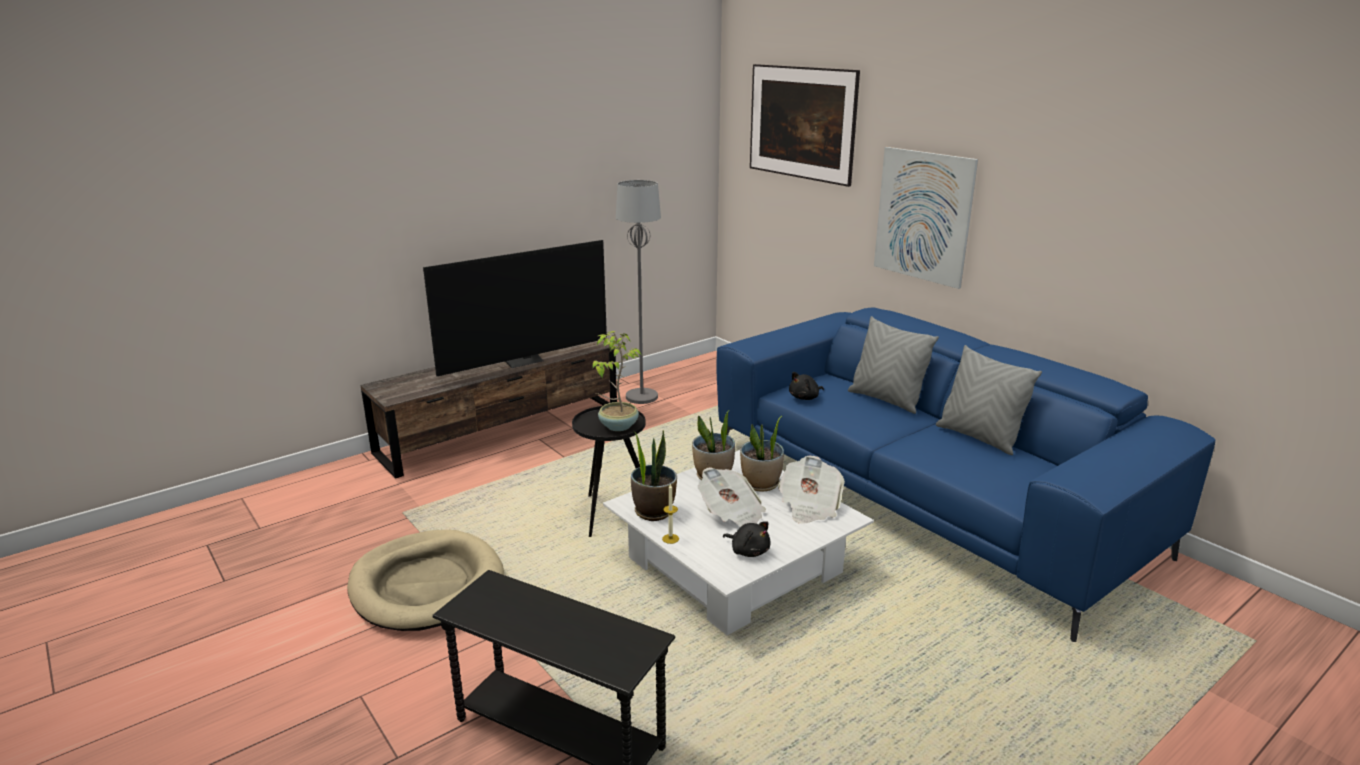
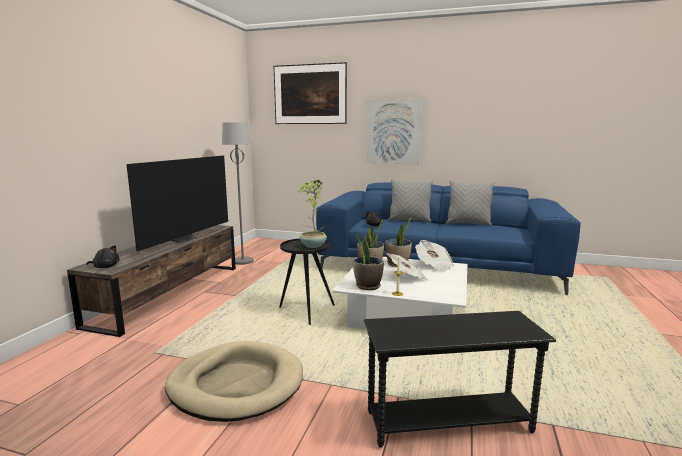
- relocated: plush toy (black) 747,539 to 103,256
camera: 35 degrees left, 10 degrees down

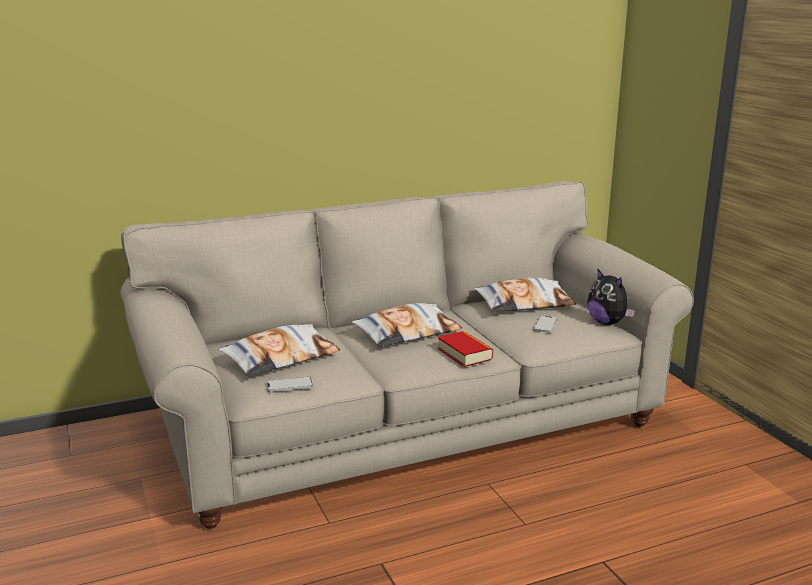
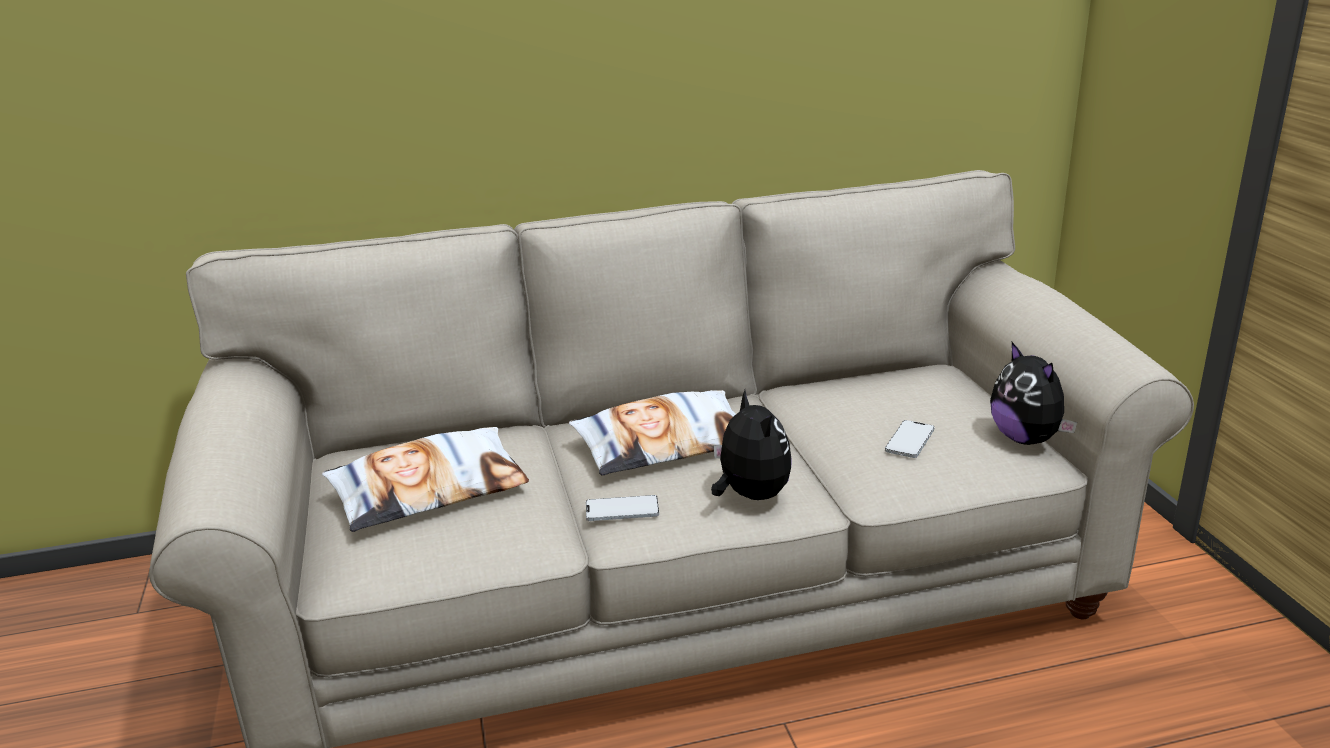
- relocated: telephone 290,384 to 622,508
- exchanged: bound book 465,349 to plush toy 751,445
- missing: throw pillow 525,294
camera: 10 degrees right, 5 degrees up

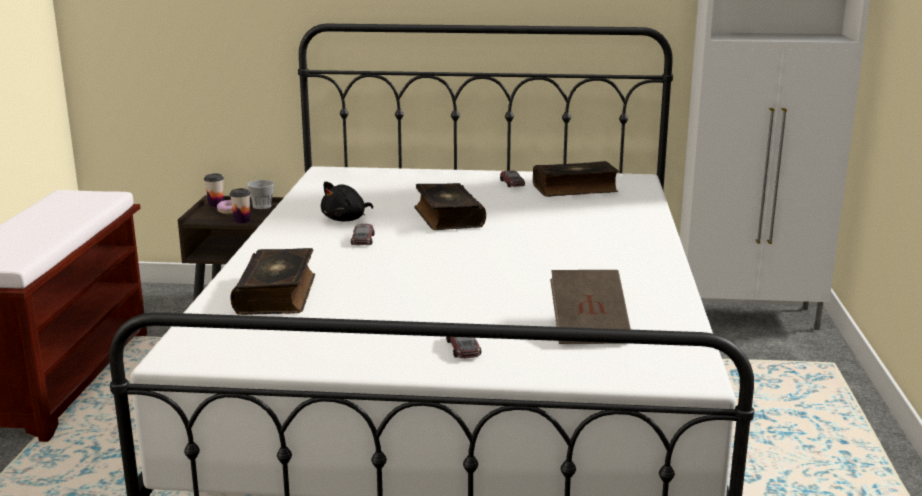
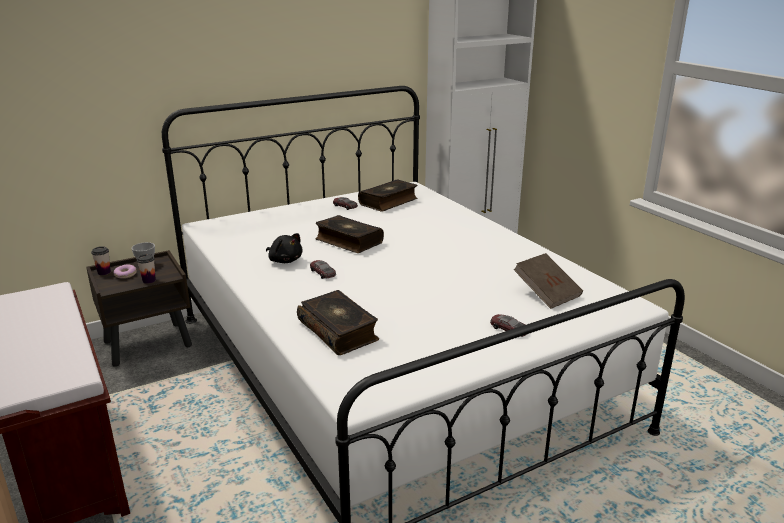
- spun: plush toy (black) 347,201 = 284,248 60 degrees counterclockwise
camera: 35 degrees left, 5 degrees up

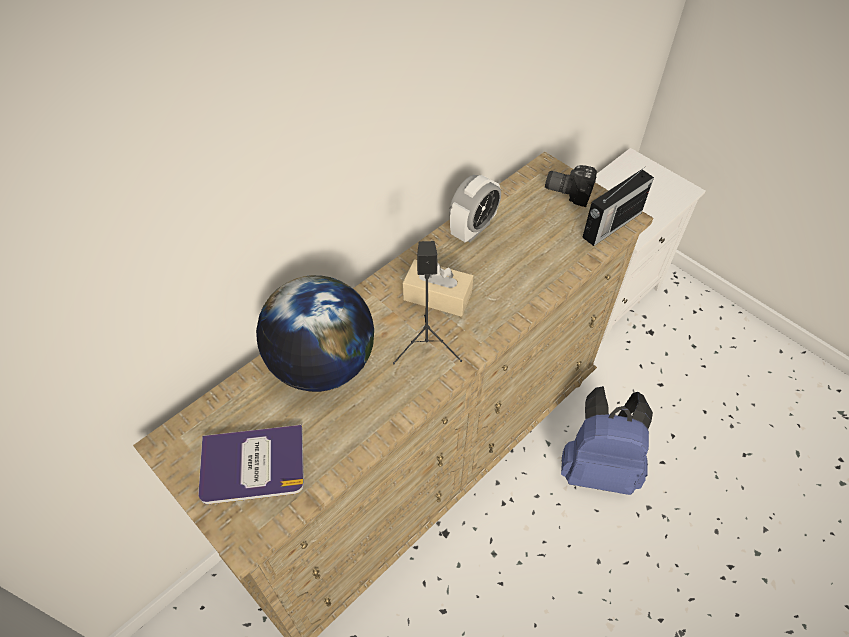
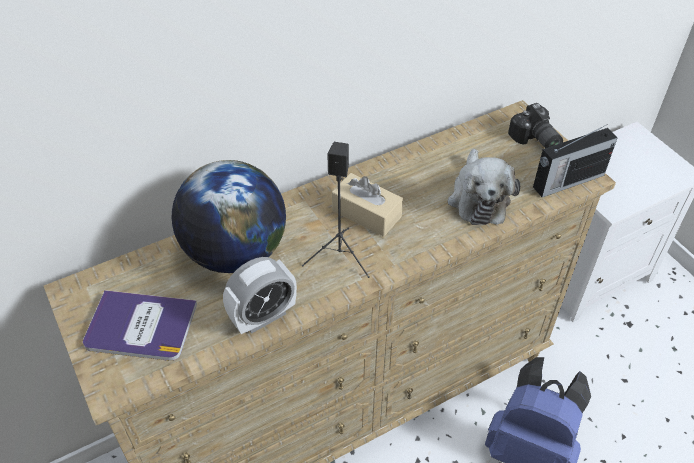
- relocated: bedside clock 475,209 to 260,295
- spun: still camera 571,186 = 535,125 150 degrees counterclockwise
- appeared: plush toy 484,187
camera: 15 degrees right, 5 degrees down

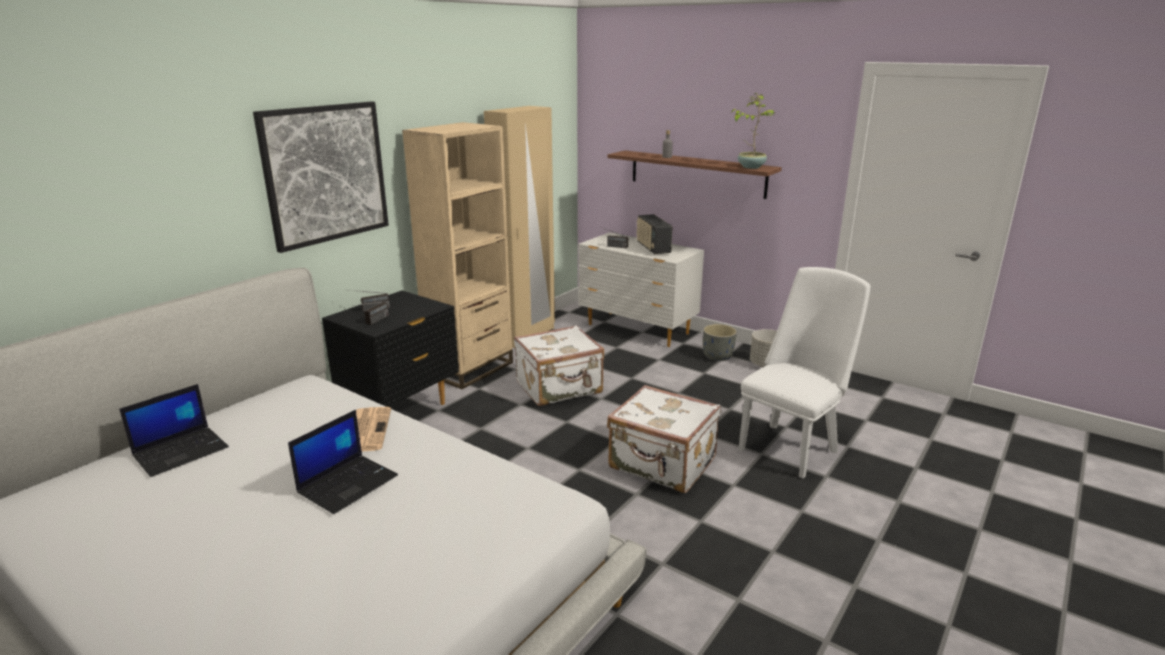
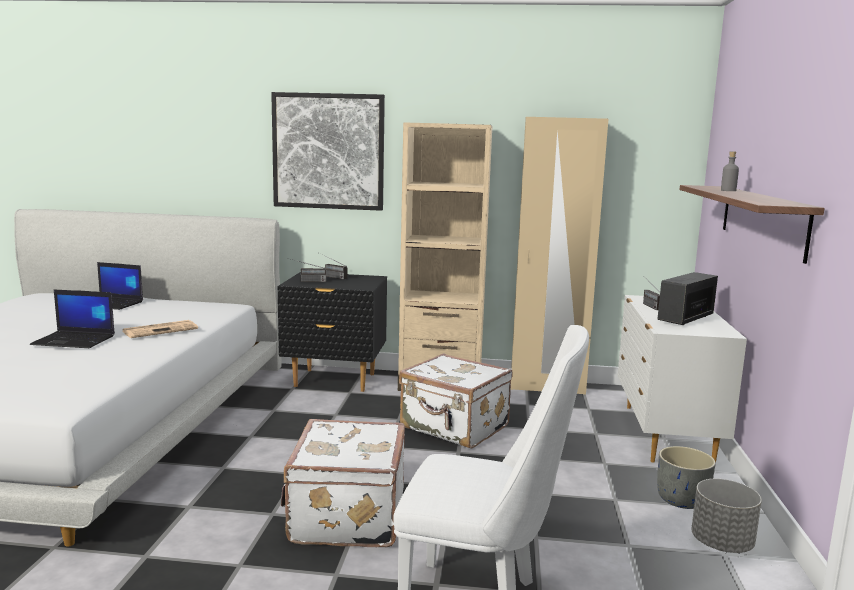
- missing: potted plant 753,131
camera: 60 degrees right, 10 degrees down

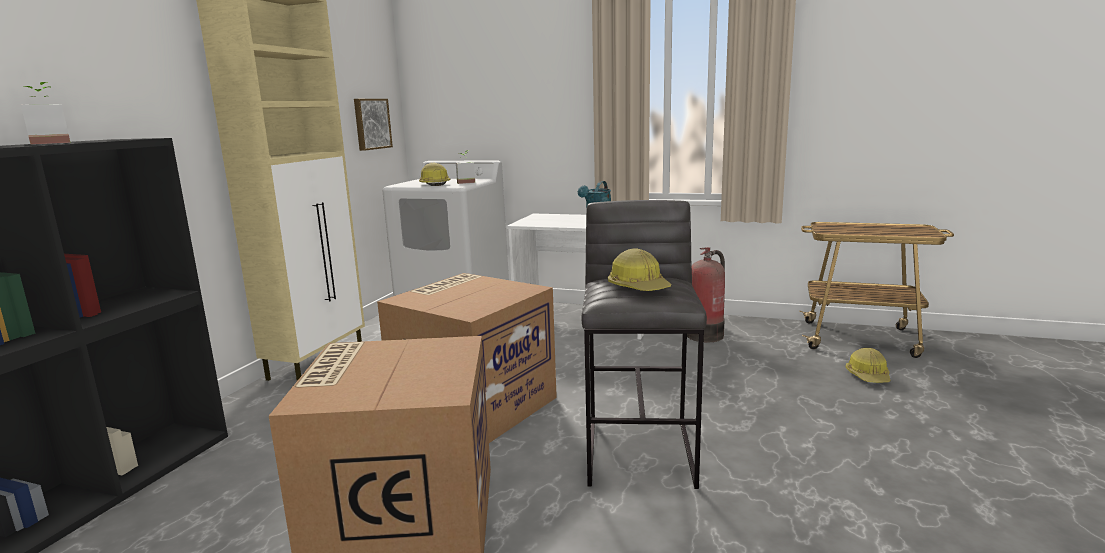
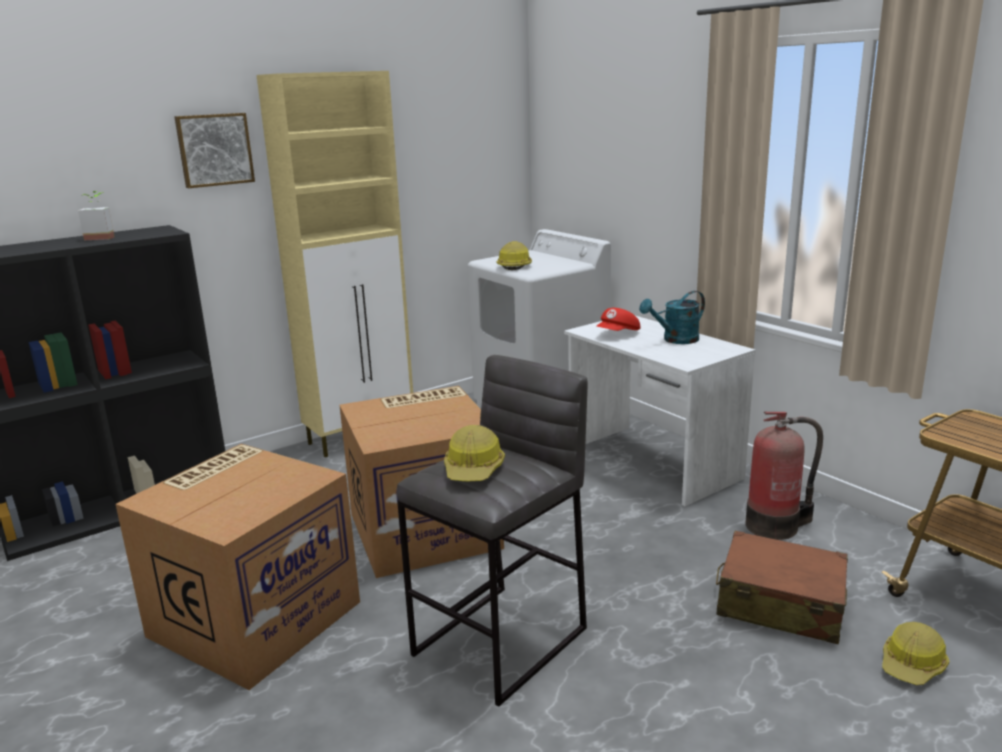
- relocated: picture 373,125 to 214,150
- missing: potted plant 465,167
- appeared: peaked cap (reddish) 618,319
- appeared: piece of luggage (brownish) 782,587
camera: 35 degrees right, 5 degrees up

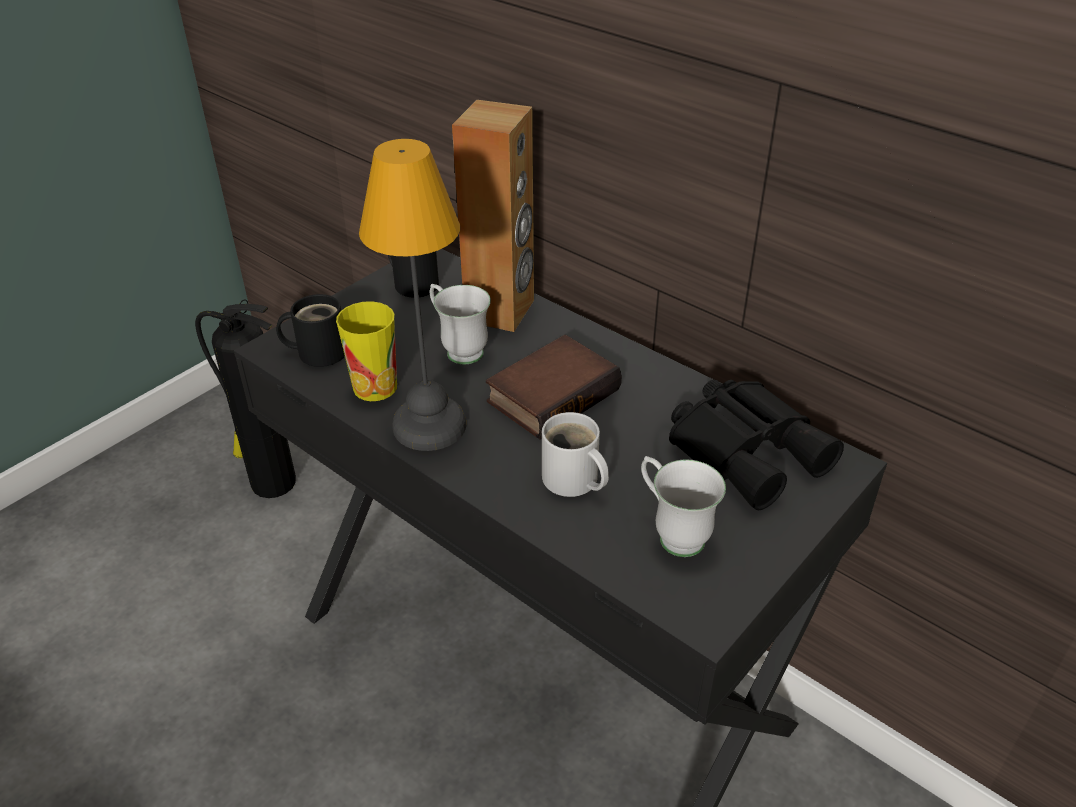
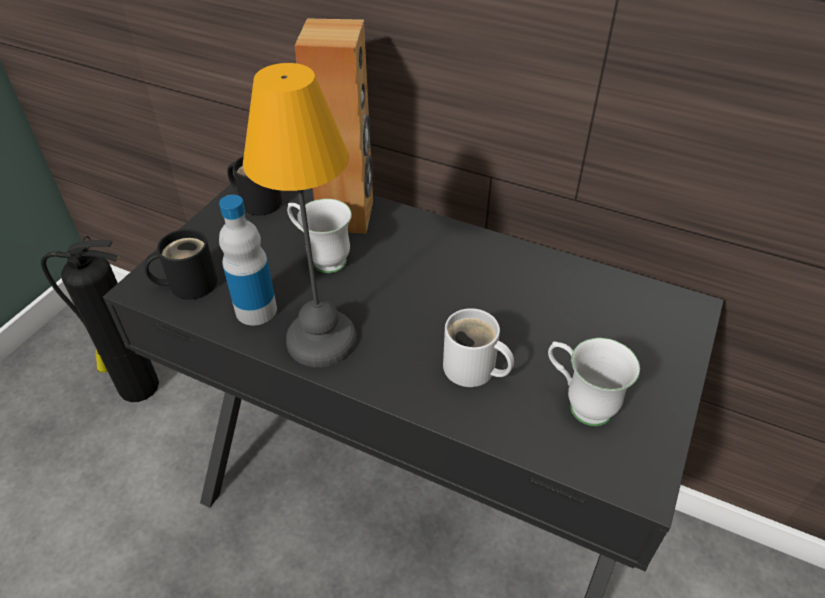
- exchanged: drinking cup 366,351 to bottle 248,260
- missing: bound book 554,387
- missing: binoculars (black) 756,445
camera: 15 degrees left, 5 degrees up

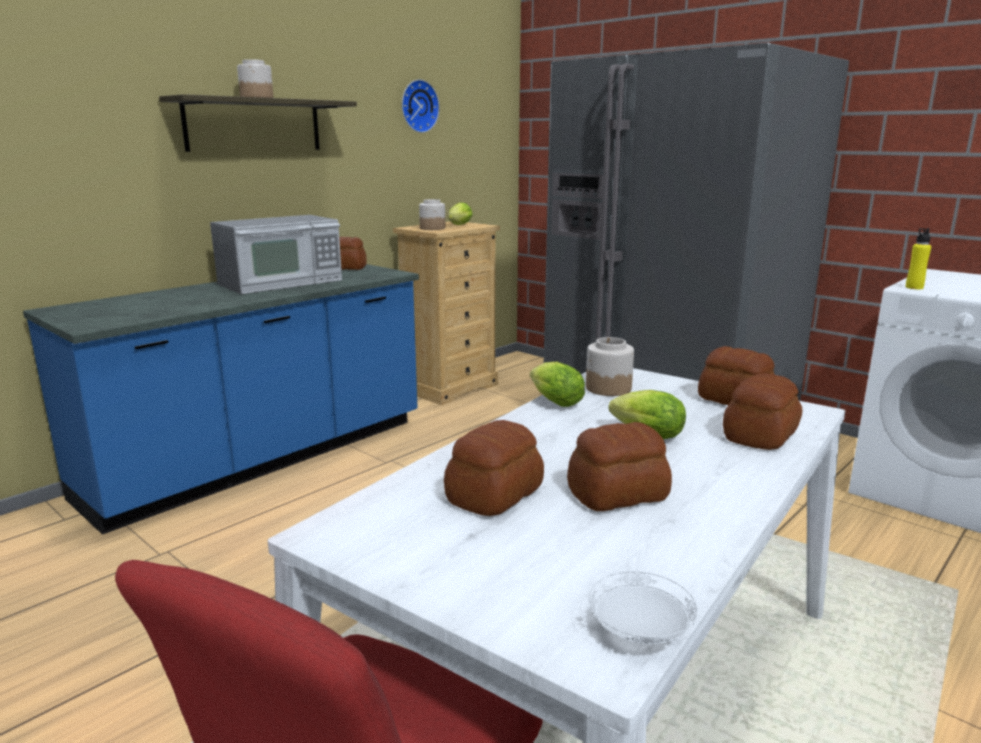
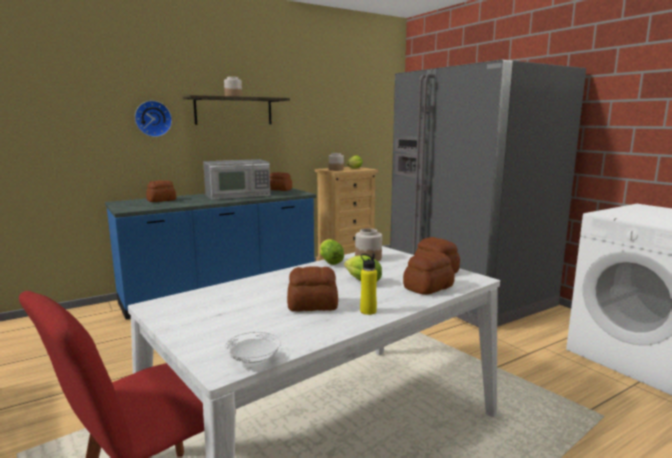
- relocated: hanging clock 421,106 to 153,119
- relocated: bakery bread 494,468 to 161,191
- relocated: bottle (yellow-coloured) 918,258 to 368,284
camera: 15 degrees right, 5 degrees down

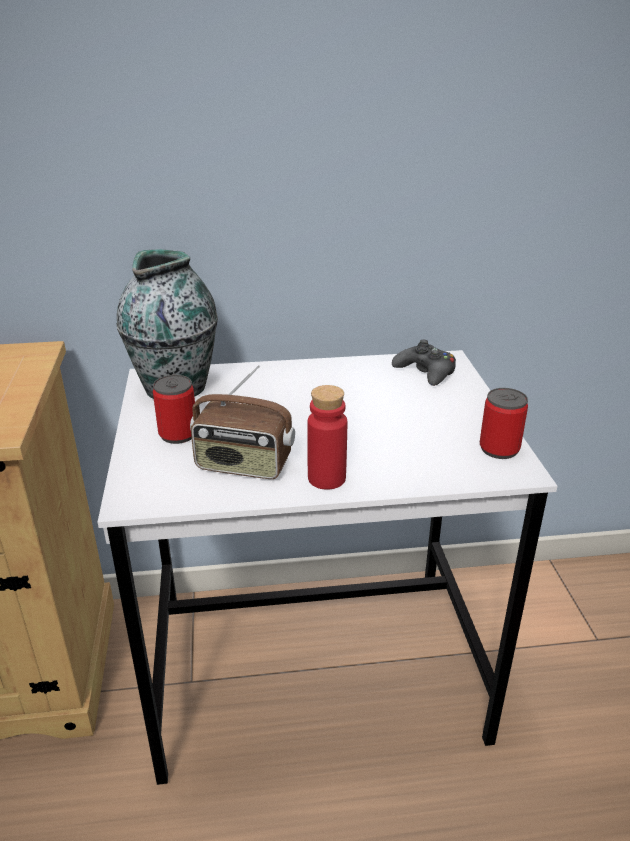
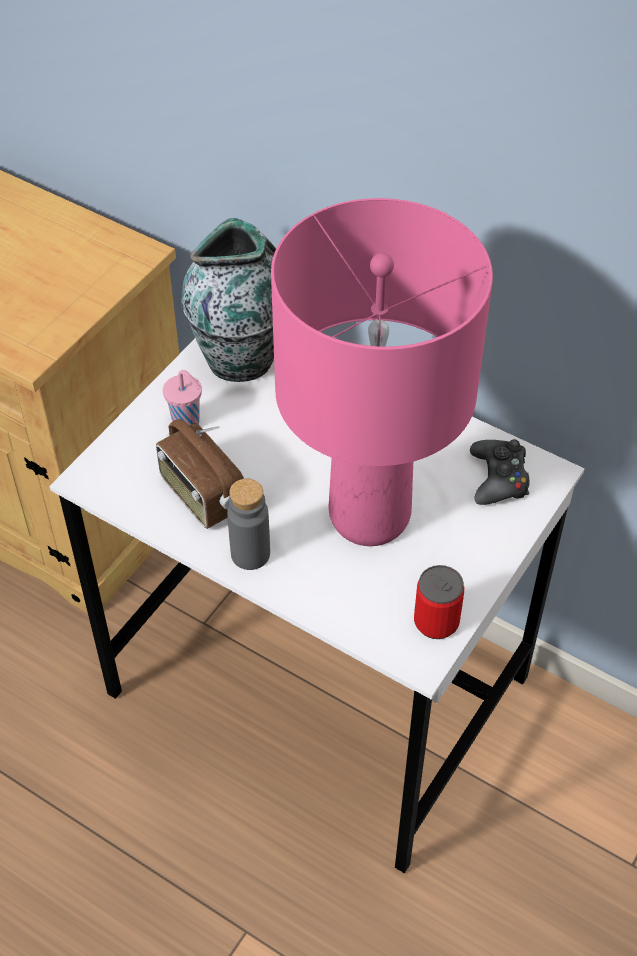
- exchanged: can 174,409 to drinking cup (pink) 182,397
- colour: bottle (reddish) 327,437 to bottle (greyish) 248,524
- appeared: tabletop lamp (pink) 382,372
camera: 40 degrees right, 20 degrees up

